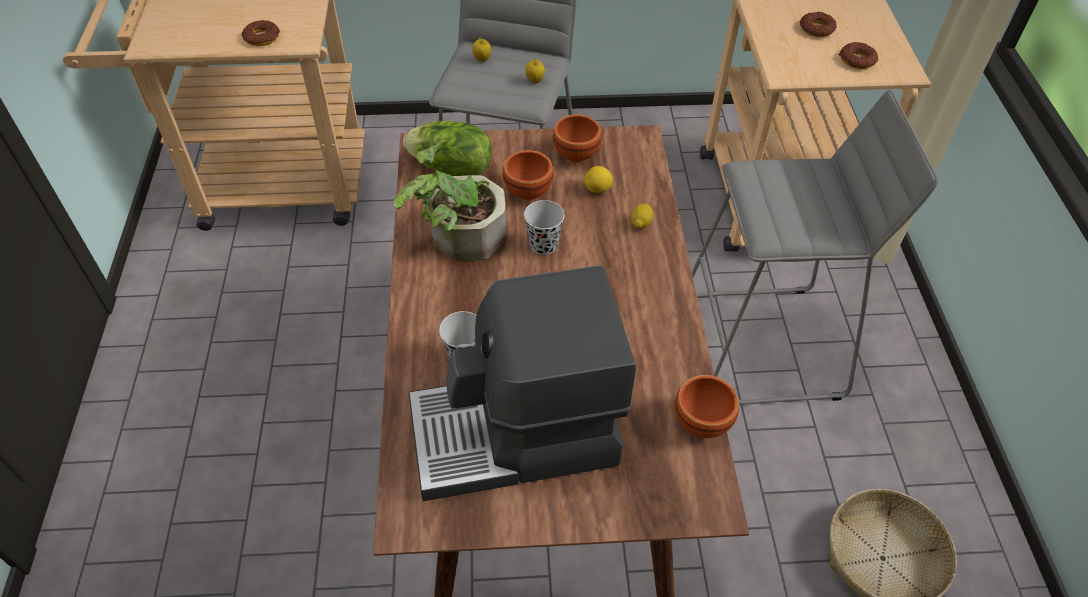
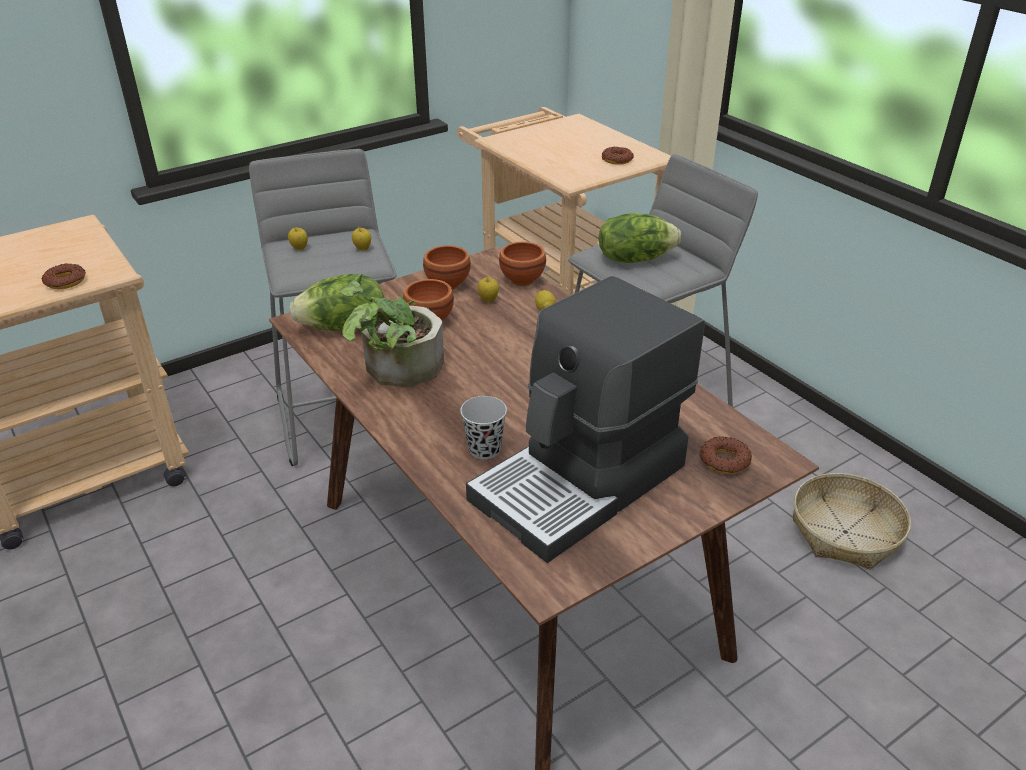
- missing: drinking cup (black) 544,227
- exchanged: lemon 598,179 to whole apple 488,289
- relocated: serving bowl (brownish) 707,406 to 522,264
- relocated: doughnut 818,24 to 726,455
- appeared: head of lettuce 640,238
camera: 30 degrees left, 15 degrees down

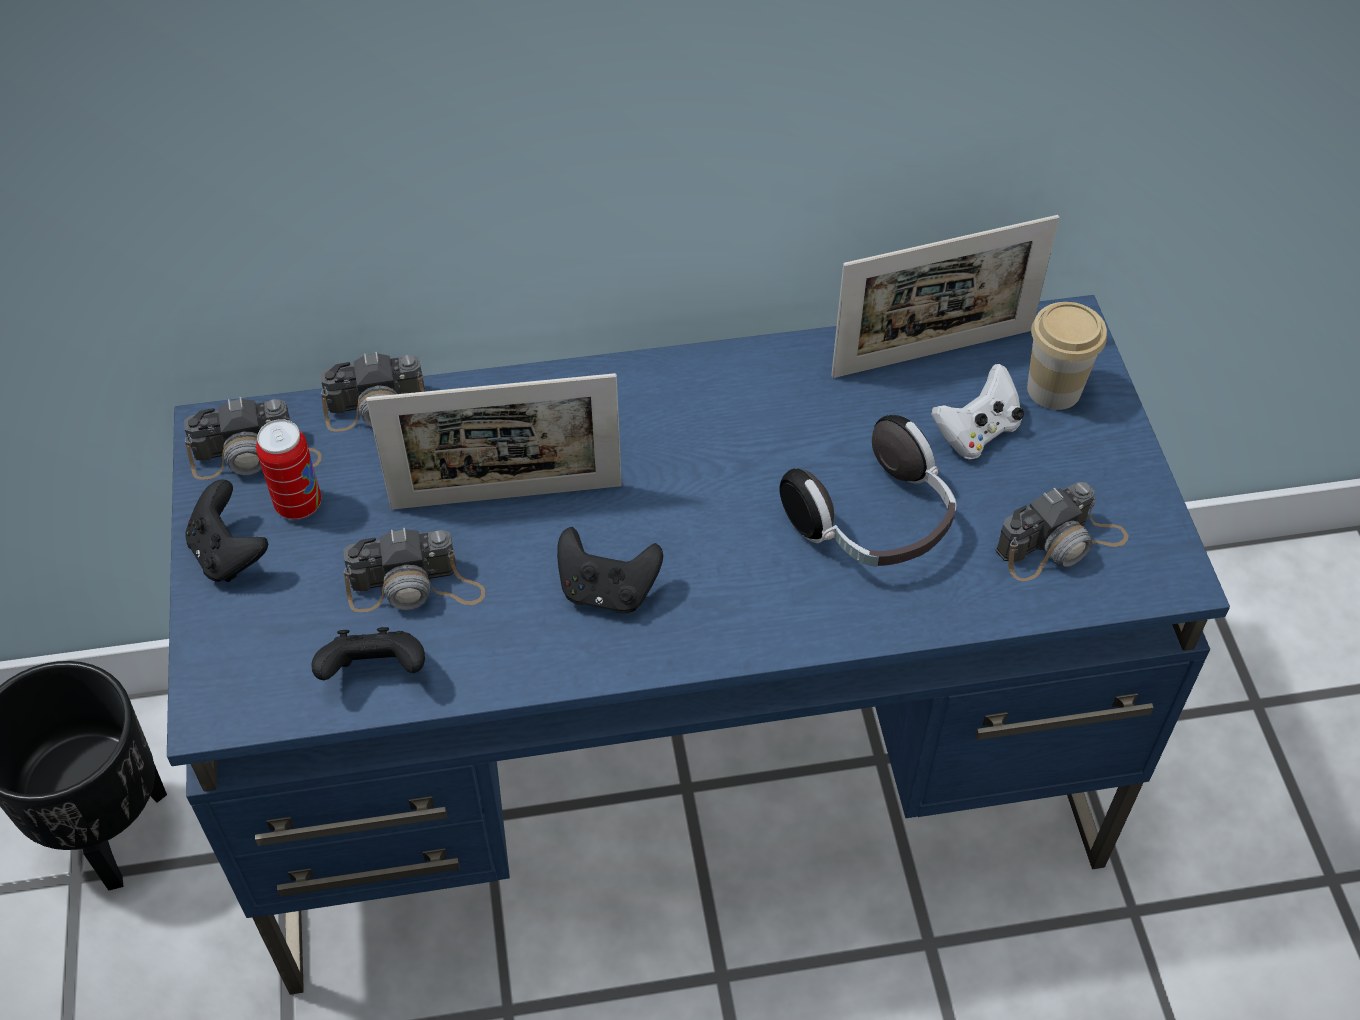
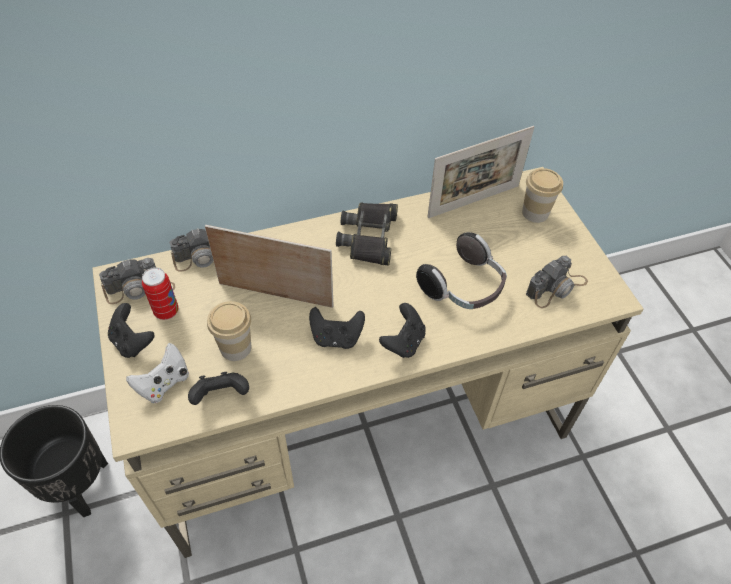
- colour: desk table (bluish) 698,645 to desk table (beige-coloured) 368,362
- exchanged: still camera 414,570 to drinking cup 229,331
- spun: picture frame 494,441 = 269,266 150 degrees counterclockwise
- relocated: gamepad (whitish) 977,411 to 157,373
- appeared: binoculars (black) 367,234
- appeared: gamepad (black) 402,330
camera: 10 degrees left, 0 degrees up

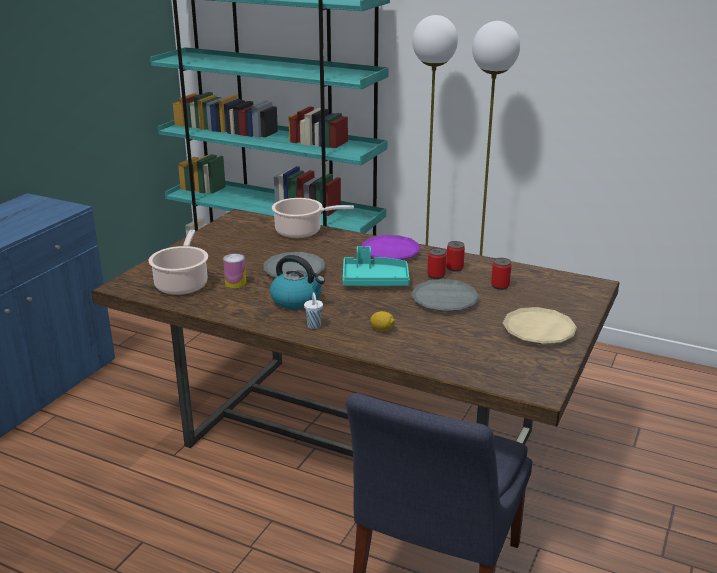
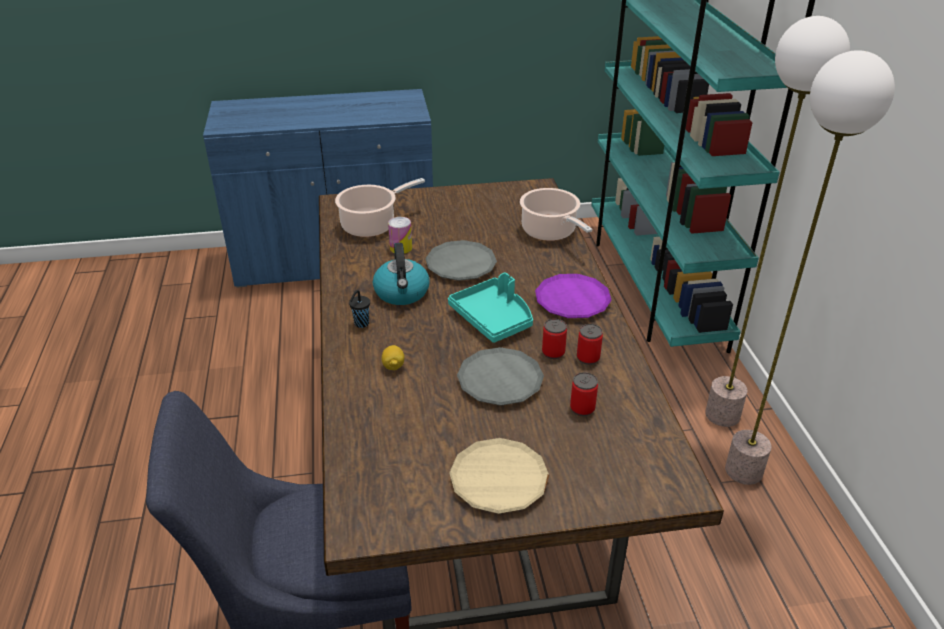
- colour: drinking cup (whitish) 313,310 to drinking cup (black) 359,309
camera: 55 degrees right, 10 degrees up

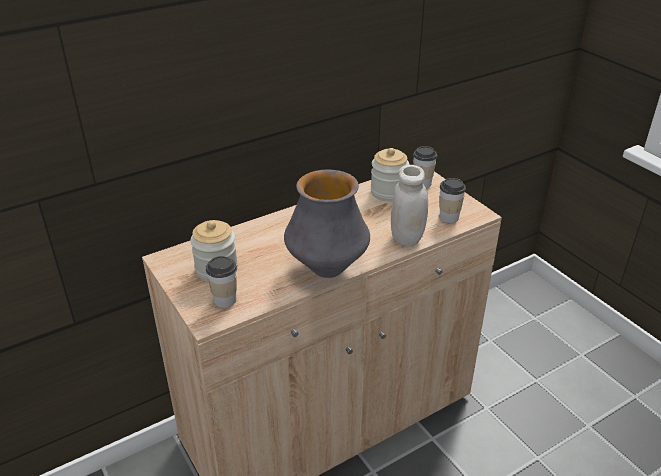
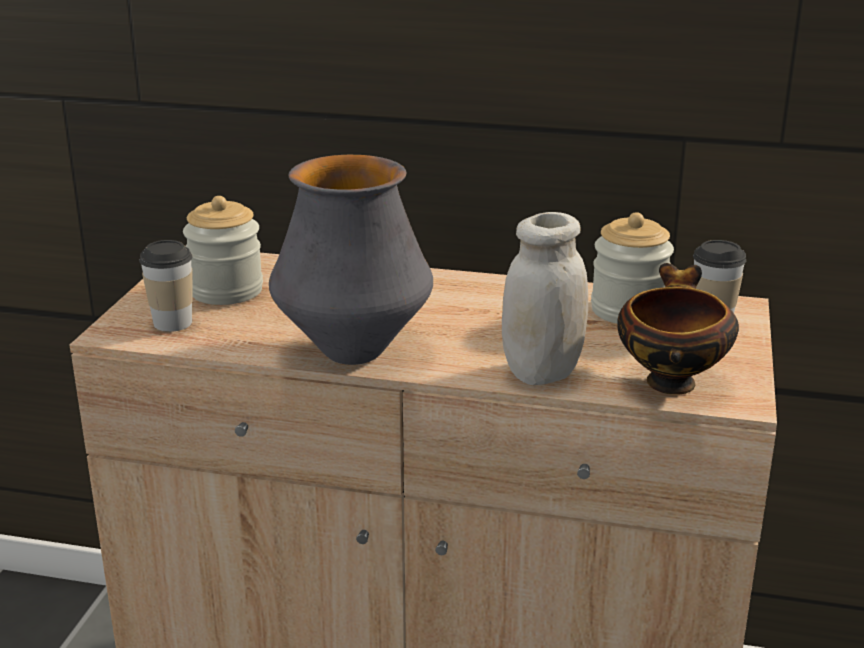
- exchanged: drinking cup 452,200 to serving bowl 678,329
camera: 45 degrees right, 10 degrees down

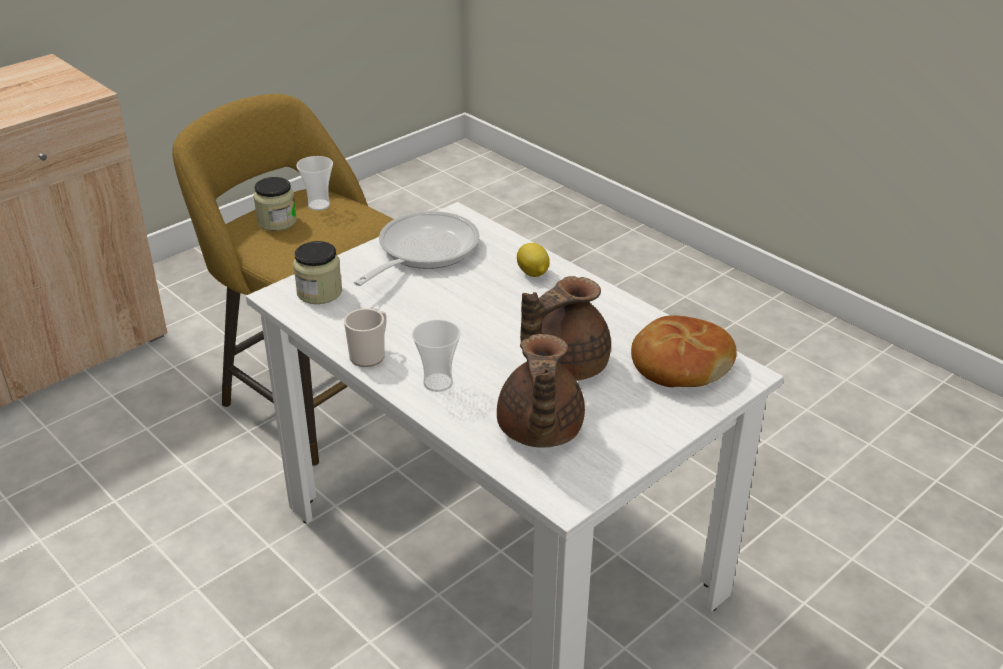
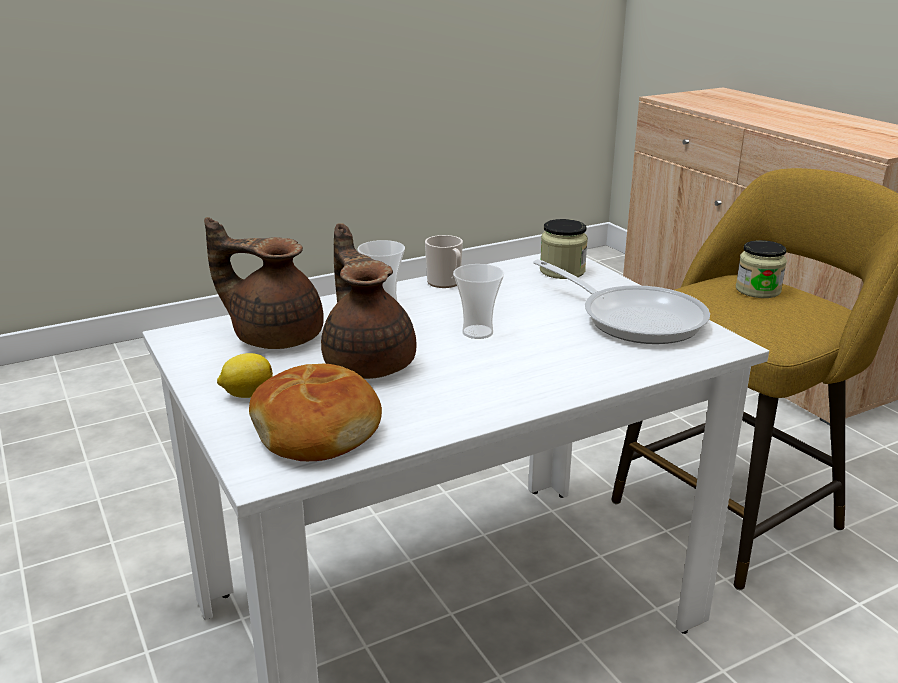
- relocated: drinking cup 314,183 to 478,301
- relocated: lemon 533,260 to 245,375
camera: 105 degrees right, 10 degrees down

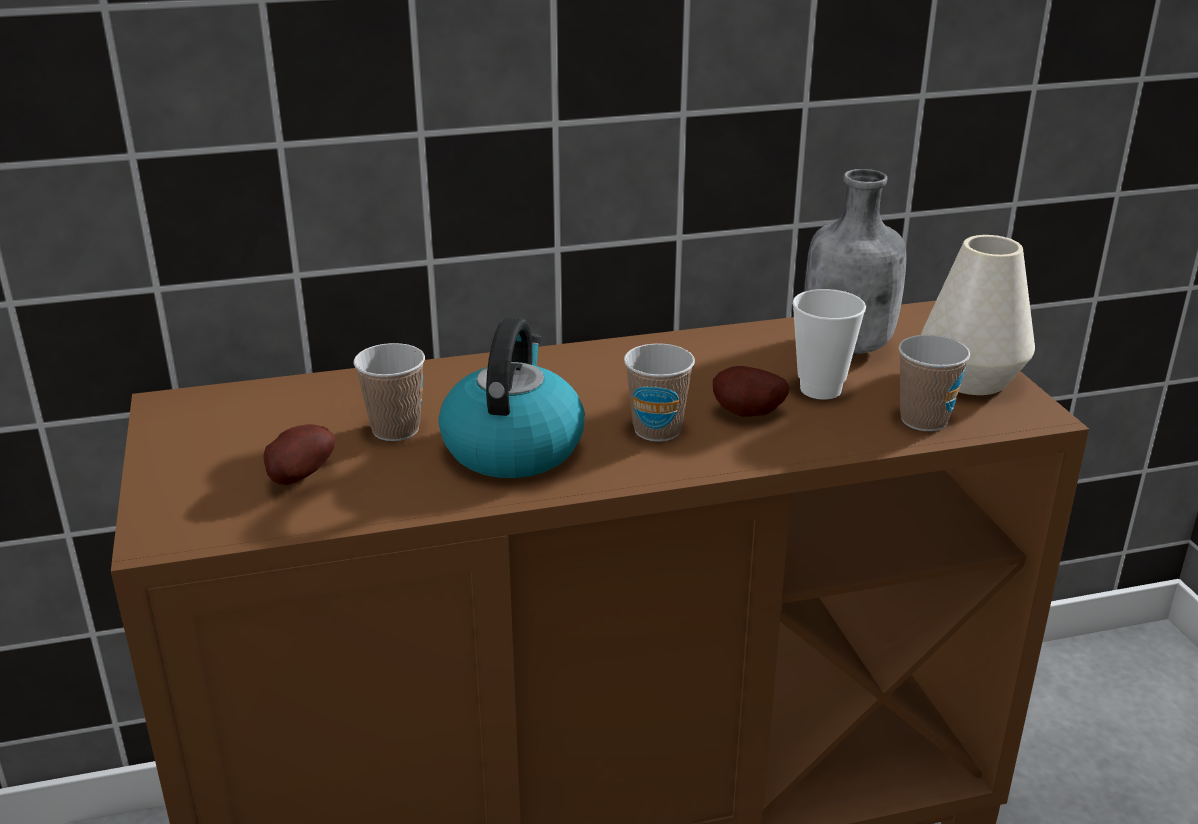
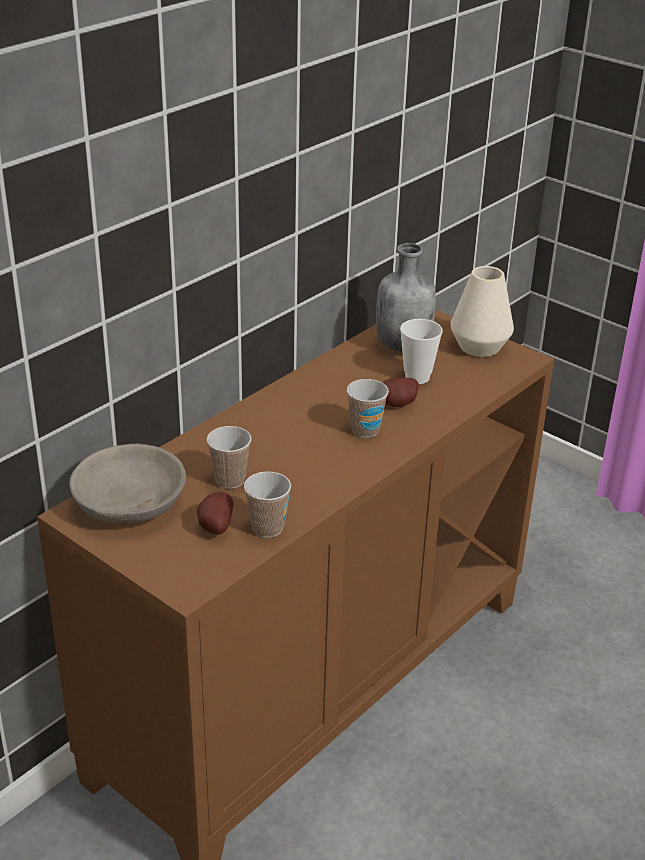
- missing: tea kettle 512,398
- relocated: drinking cup 934,383 to 267,504
- appeared: serving bowl (greyish) 127,483
camera: 35 degrees left, 5 degrees up

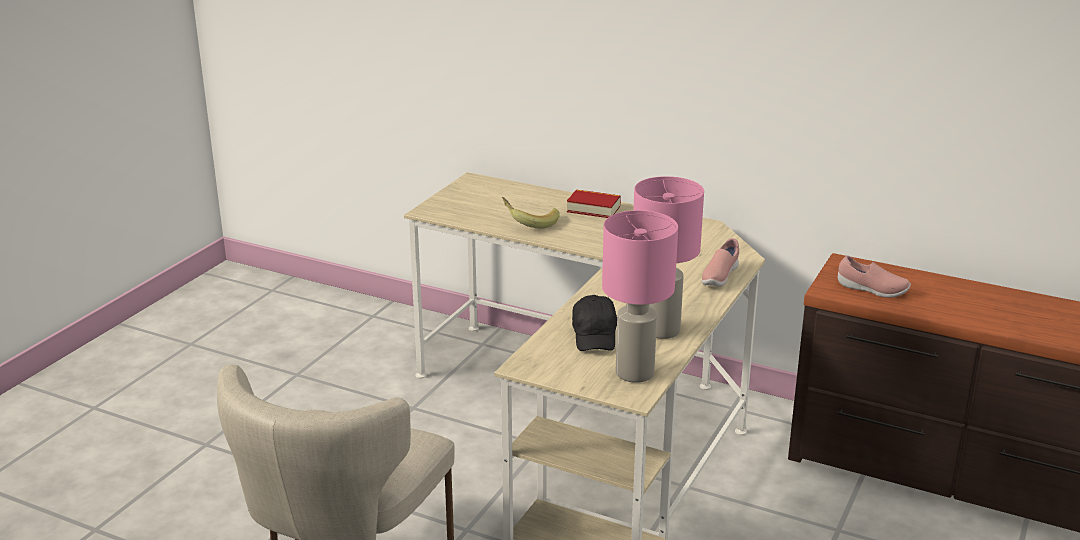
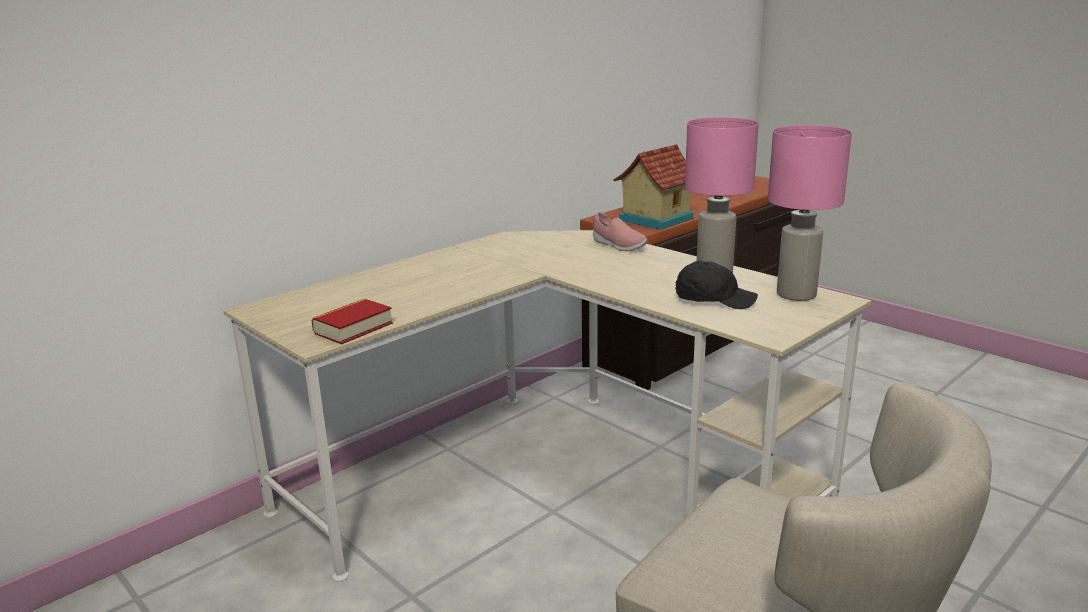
- missing: whole banana 530,213
- relocated: bound book 594,203 to 352,321
- exchanged: shoe (pink) 874,276 to model house 653,187
camera: 70 degrees left, 5 degrees down

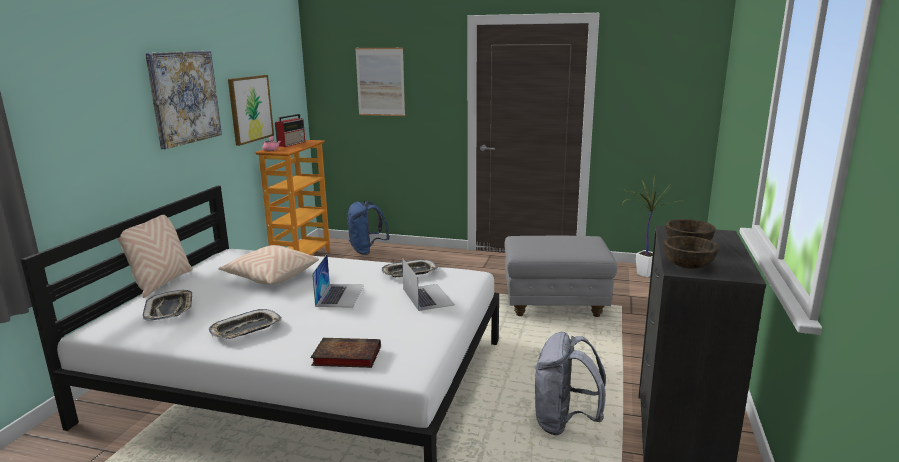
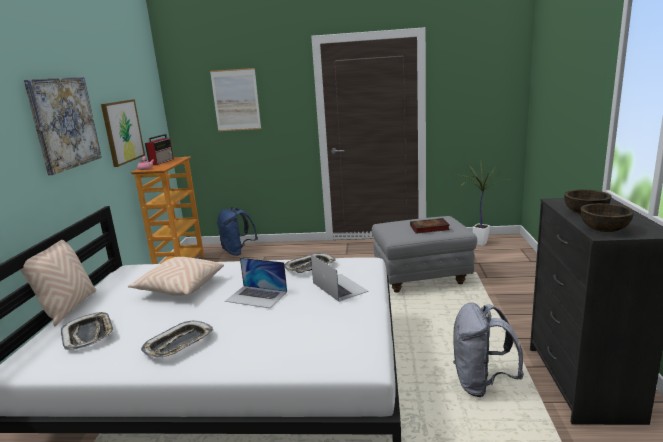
- relocated: bound book 345,353 to 430,226
- spun: notebook computer 338,281 = 256,283 120 degrees clockwise
camera: 10 degrees left, 0 degrees up

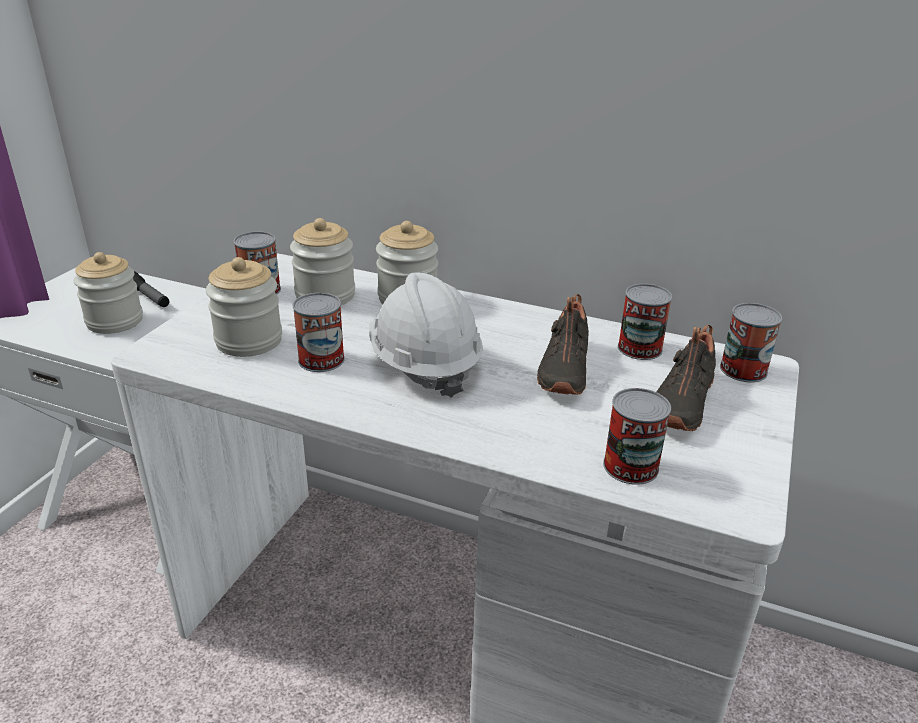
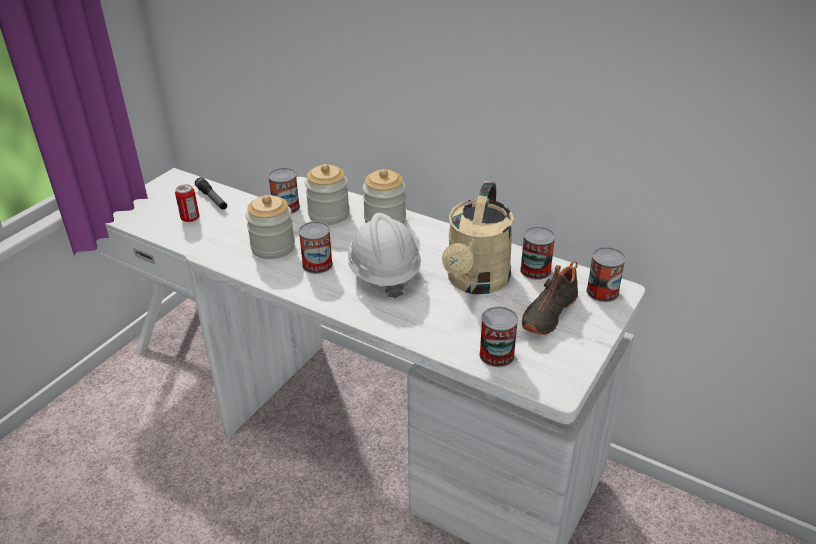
- exchanged: jar 108,293 to can 187,203
- exchanged: shoe (black) 563,344 to watering can (beige-coloured) 478,237
camera: 10 degrees right, 5 degrees up

